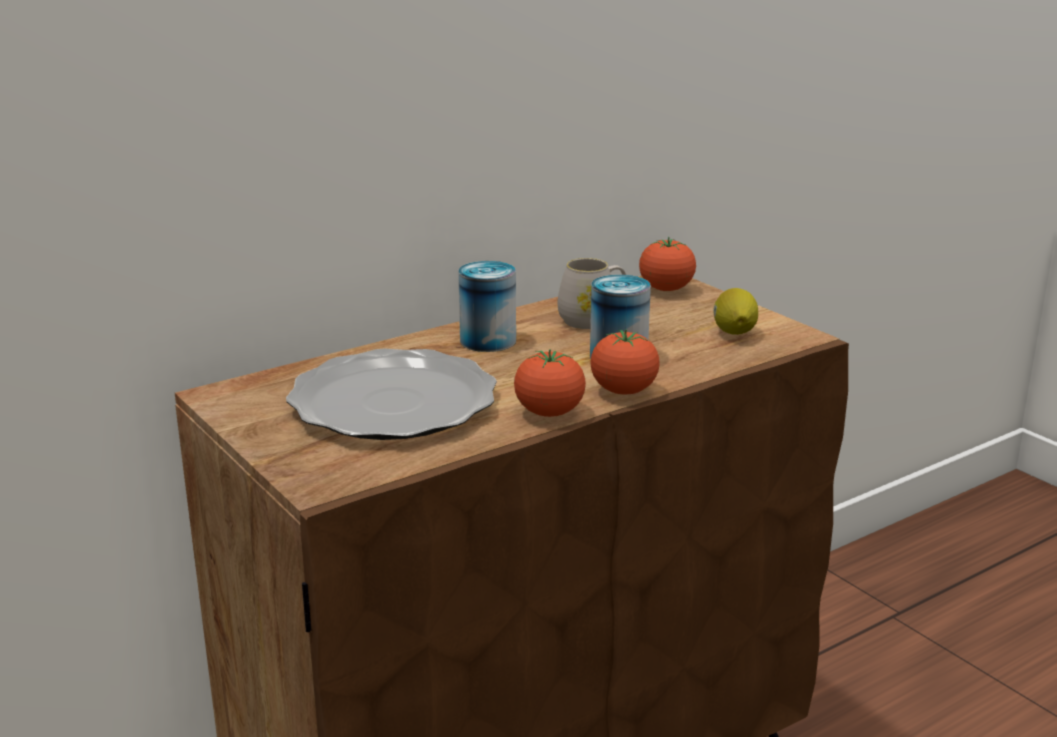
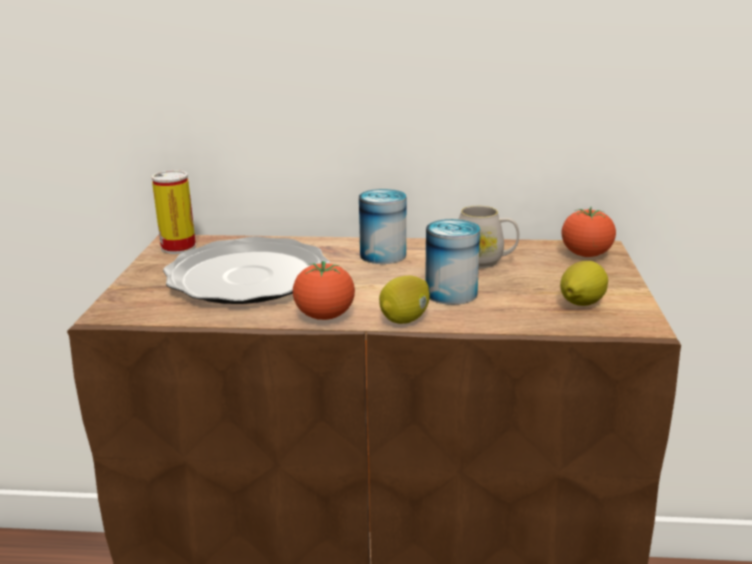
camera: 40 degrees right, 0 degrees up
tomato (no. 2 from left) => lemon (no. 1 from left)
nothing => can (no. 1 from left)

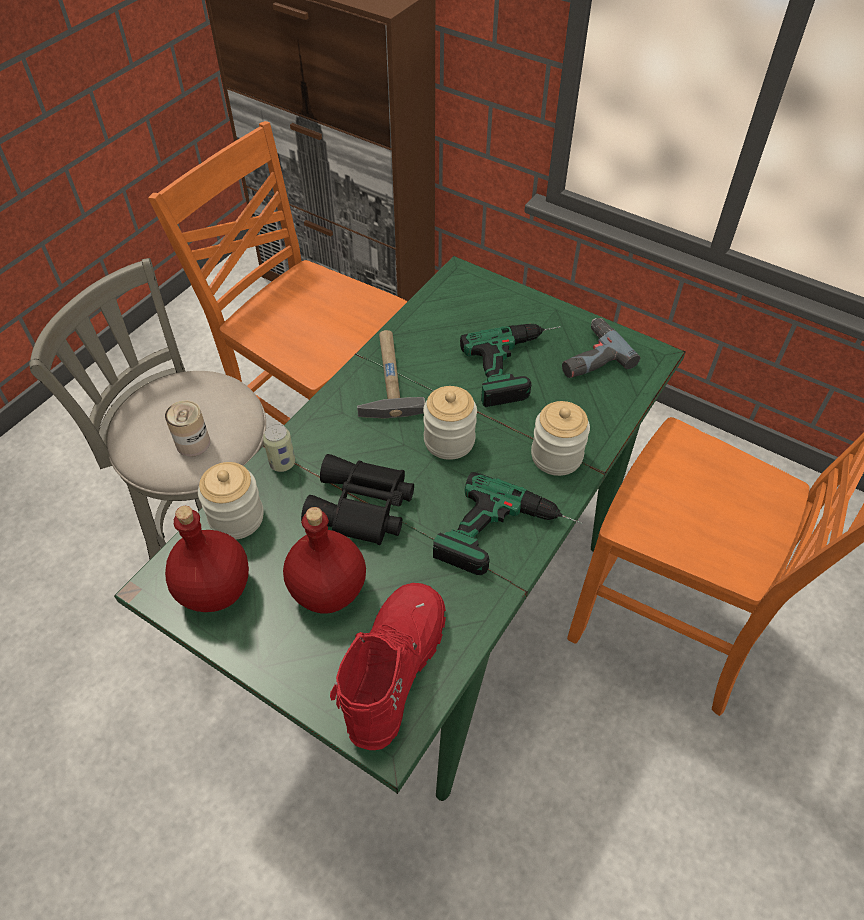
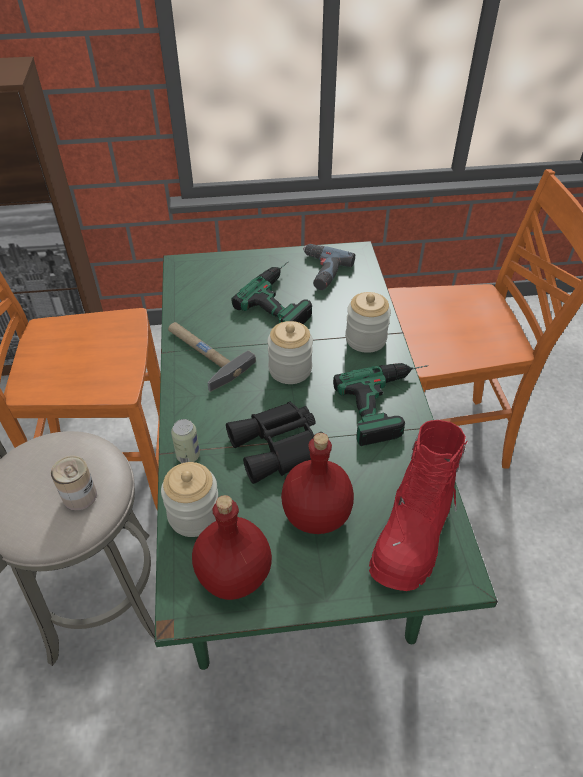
camera: 40 degrees left, 5 degrees down
red-coloured tall boot, 135 degrees counterclockwise

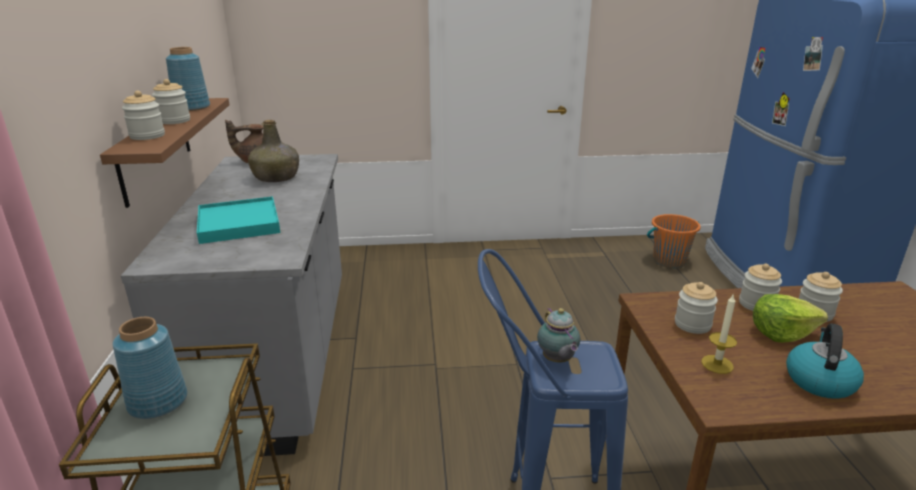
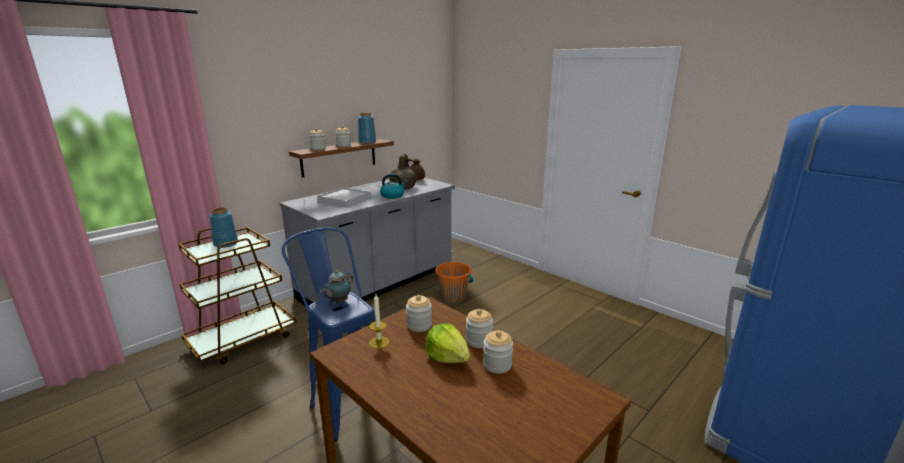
camera: 50 degrees right, 5 degrees down
blue-green carrying tray => white-coloured carrying tray
orange-coloured bucket, shifted
tea kettle, shifted

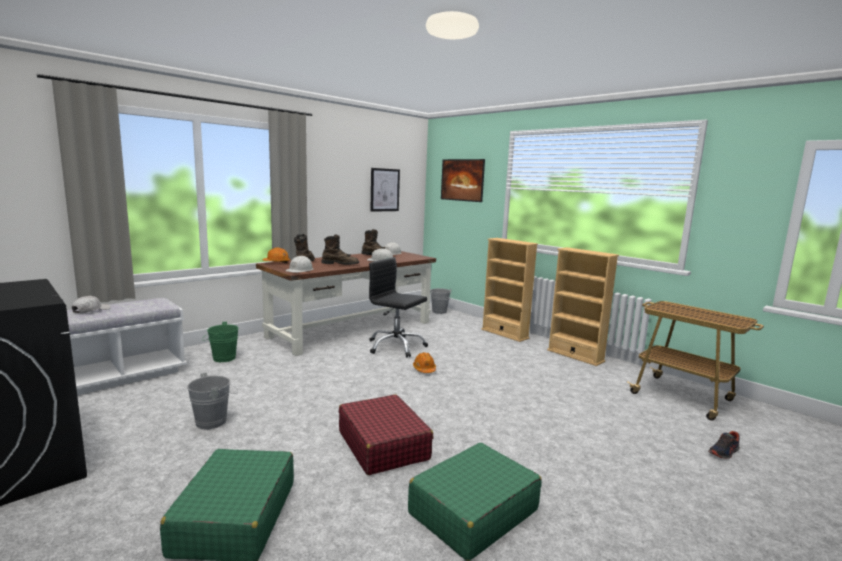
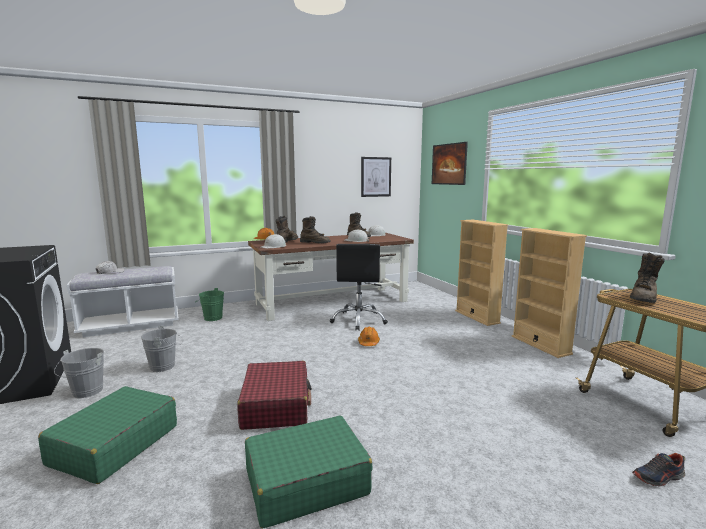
camera: 20 degrees right, 0 degrees up
blackish computer chair, 135 degrees counterclockwise
grey bucket (no. 2 from left in the first image) => grey bucket (no. 1 from left), shifted
nothing => brownish tall boot (no. 4 from left)

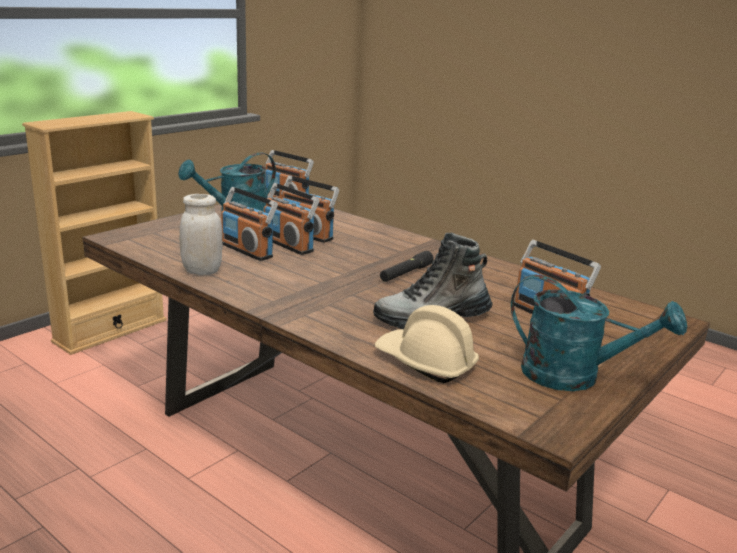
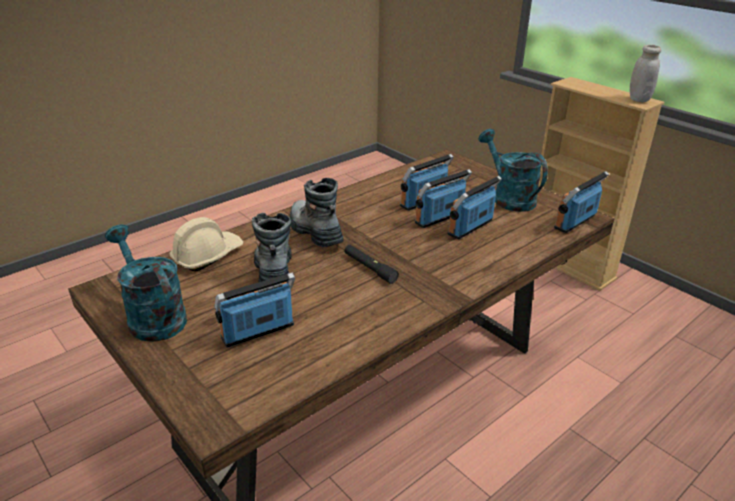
camera: 100 degrees right, 10 degrees up
white-coloured preserve jar, shifted
blue-green watering can (no. 2 from left in the first image) => blue-green watering can (no. 1 from left), 105 degrees clockwise
nothing => tall boot (no. 2 from left)

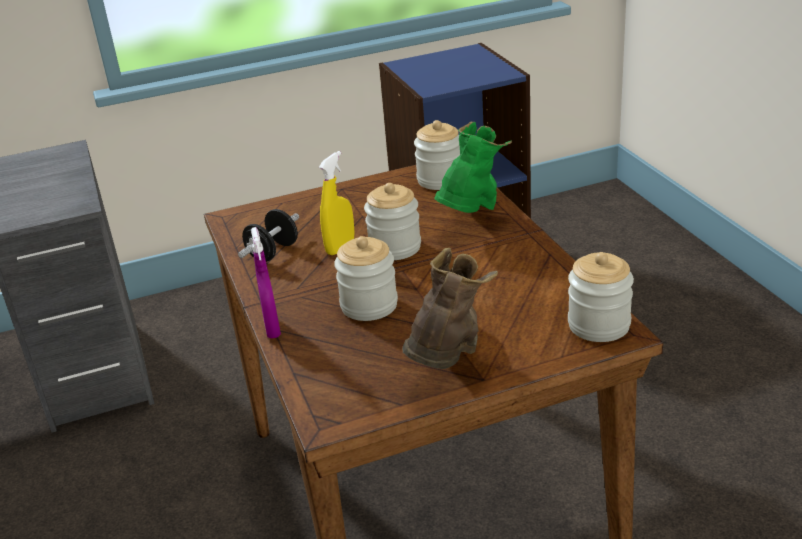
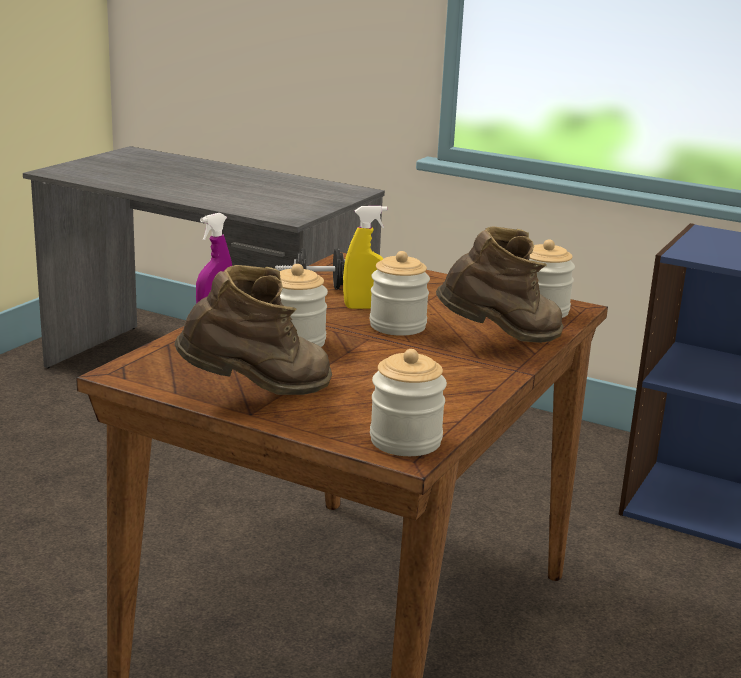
camera: 45 degrees right, 10 degrees down
green-coloured tall boot => brownish tall boot (no. 2 from left)

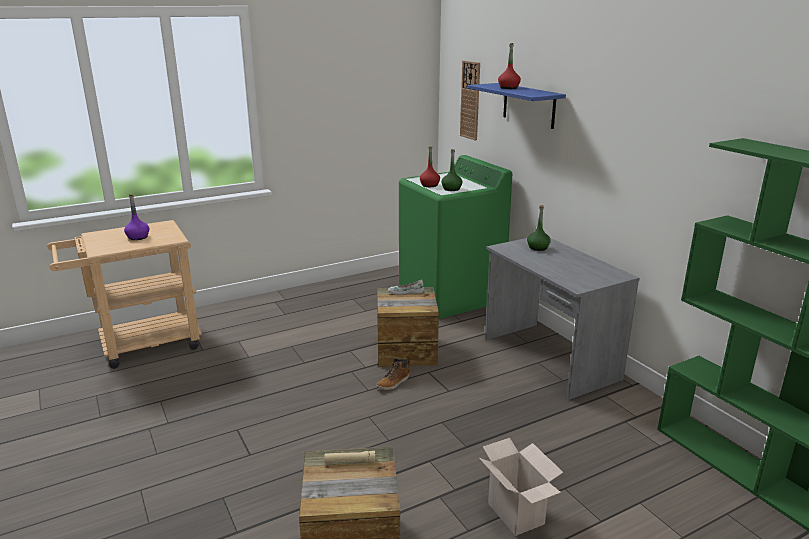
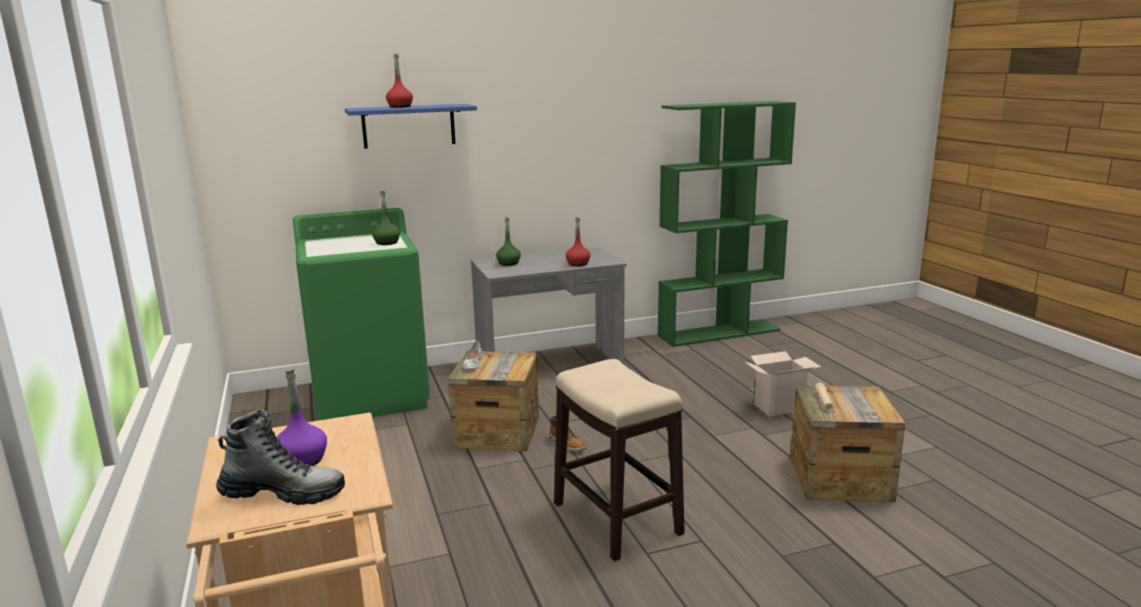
camera: 80 degrees left, 5 degrees down
clock on the wall => nothing
red-coloured bottle (no. 1 from left in the first image) => red-coloured bottle (no. 2 from left), shifted
nothing => stool seat
nothing => tall boot (no. 1 from left)

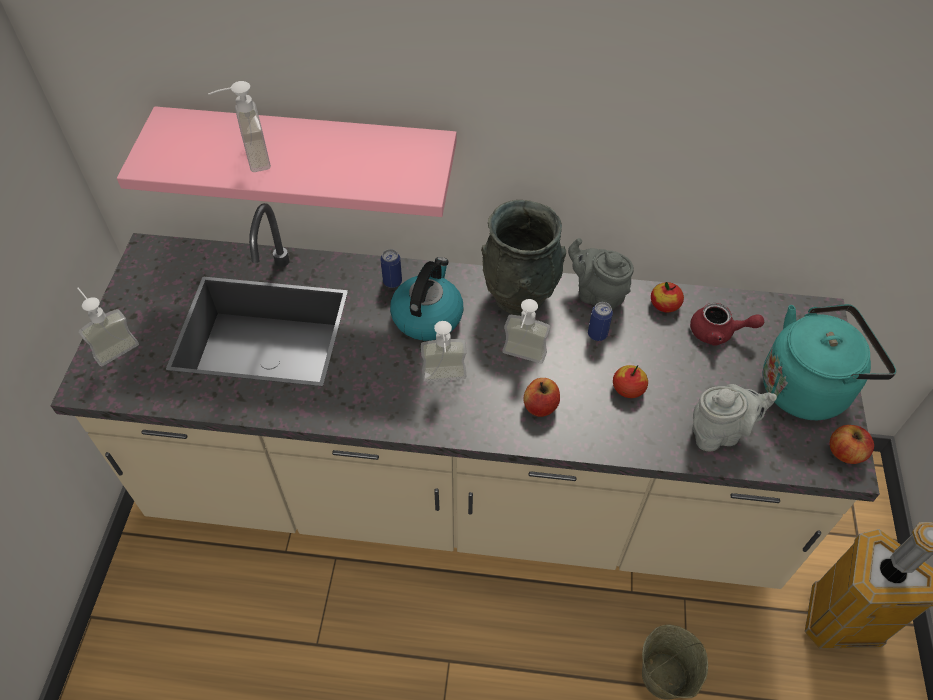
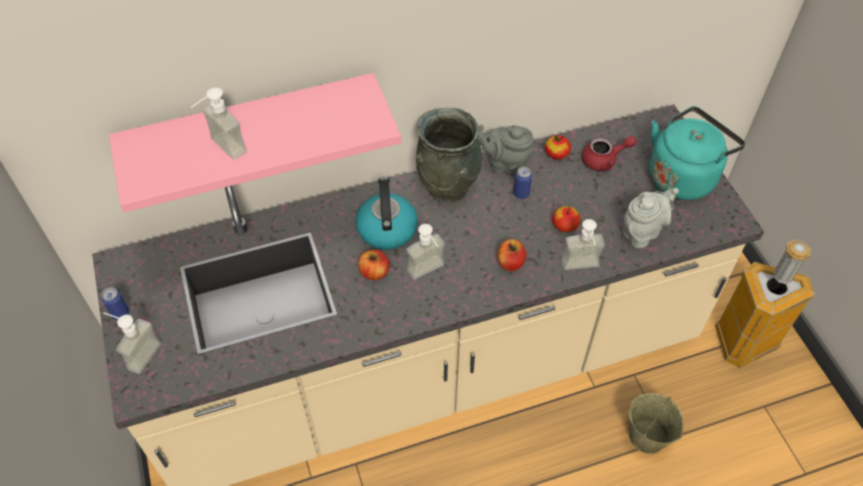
camera: 25 degrees left, 0 degrees up
can (no. 1 from left), shifted
liquid soap bottle (no. 4 from left), shifted
apple (no. 4 from left in the first image) => apple (no. 1 from left), shifted

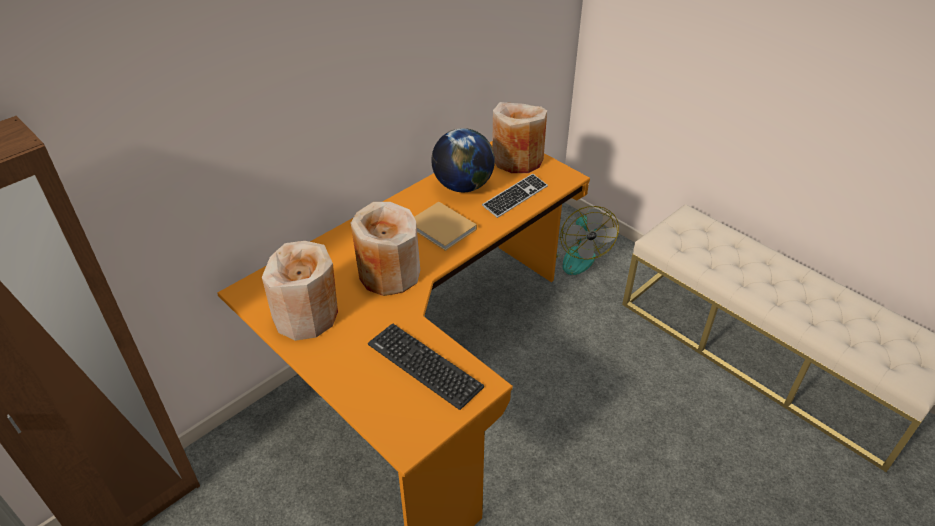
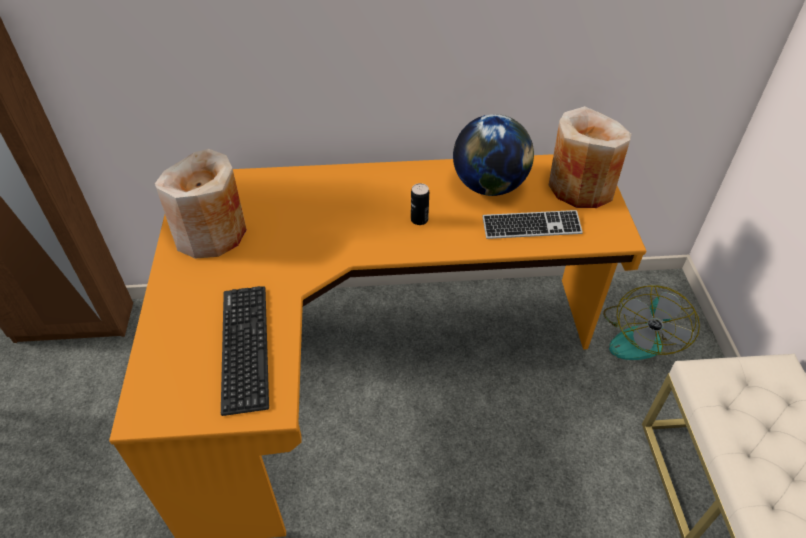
camera: 40 degrees right, 5 degrees up
beige flower vase (no. 2 from left) => nothing
beige volume => can

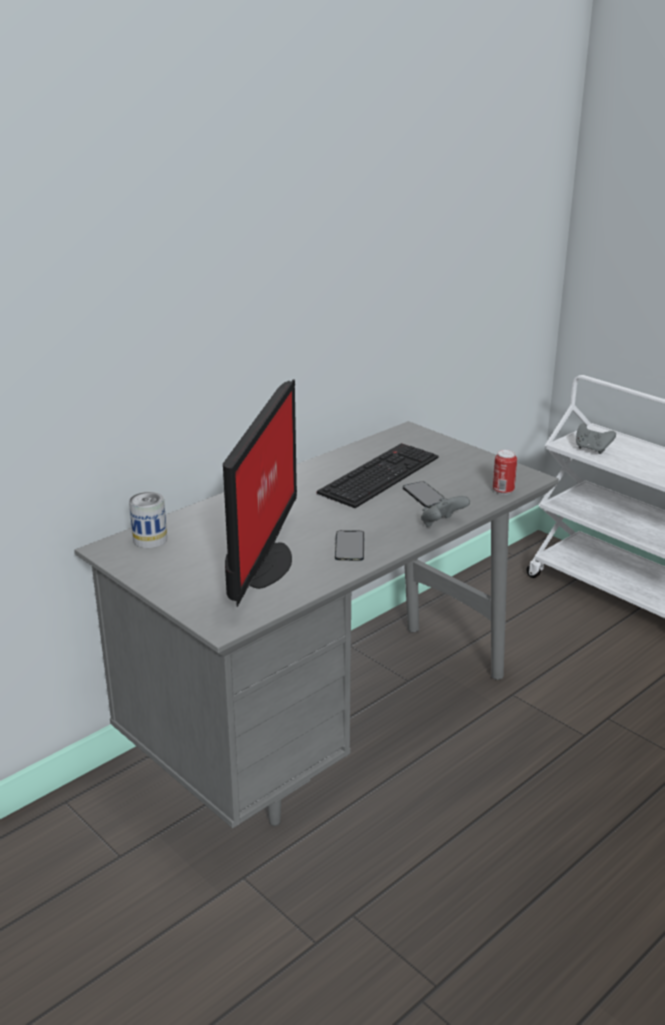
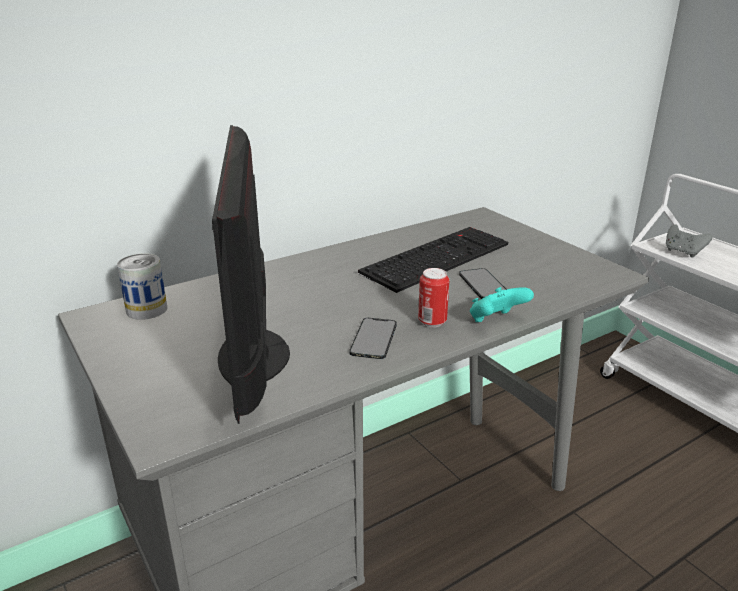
camera: 10 degrees right, 0 degrees up
computer screen, 150 degrees clockwise
can (no. 2 from left), shifted
grey gamepad (no. 1 from left) => blue-green gamepad

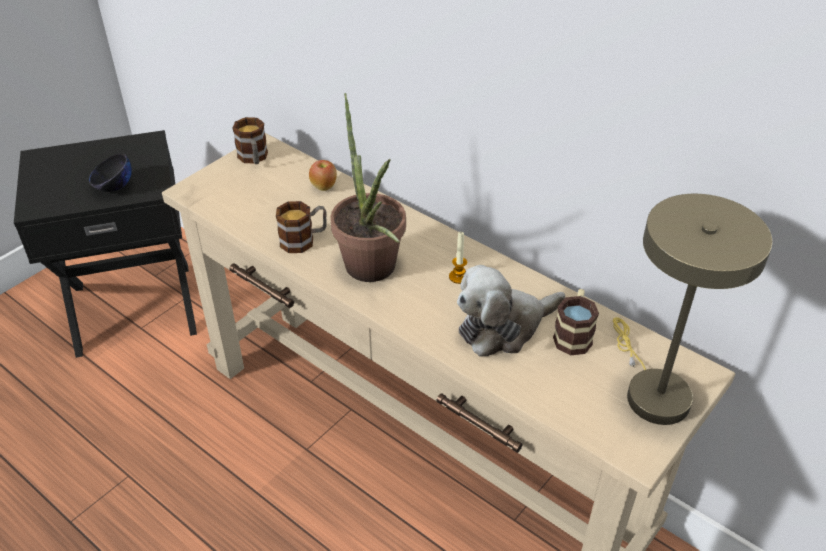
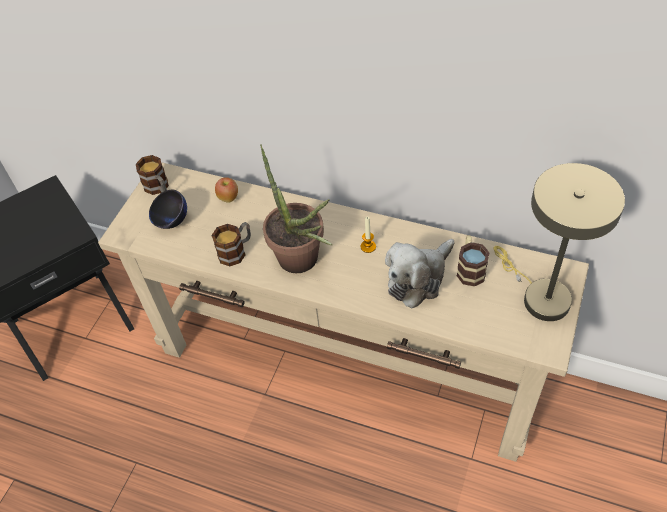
camera: 15 degrees left, 10 degrees up
blackish deep dish, shifted

